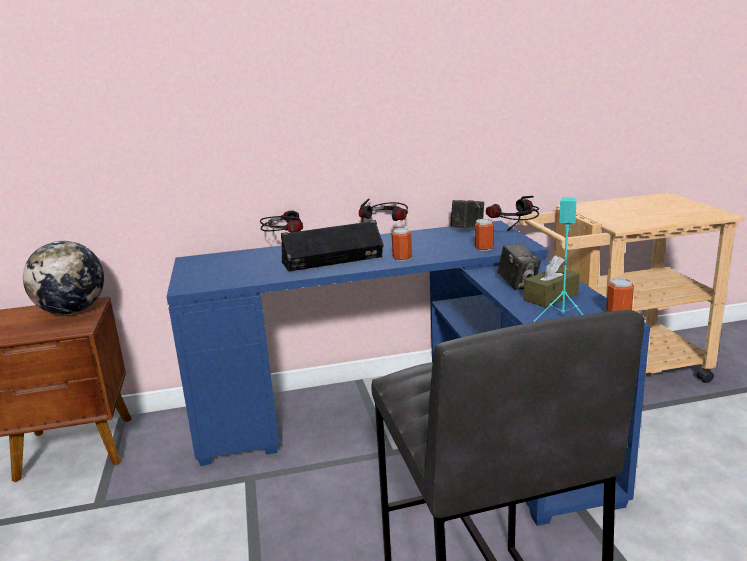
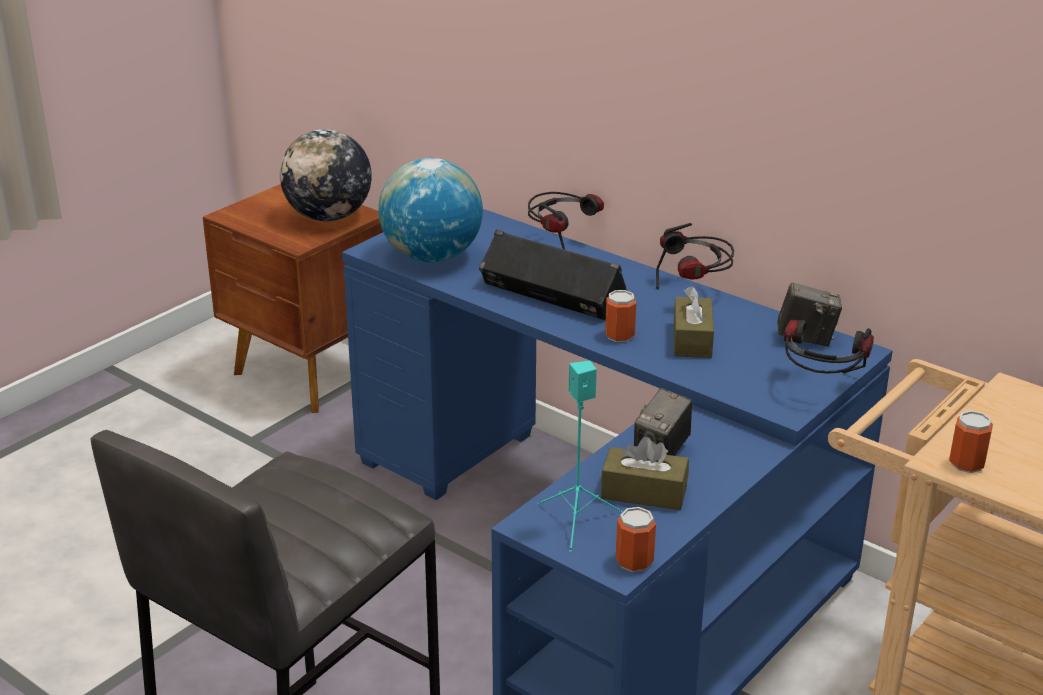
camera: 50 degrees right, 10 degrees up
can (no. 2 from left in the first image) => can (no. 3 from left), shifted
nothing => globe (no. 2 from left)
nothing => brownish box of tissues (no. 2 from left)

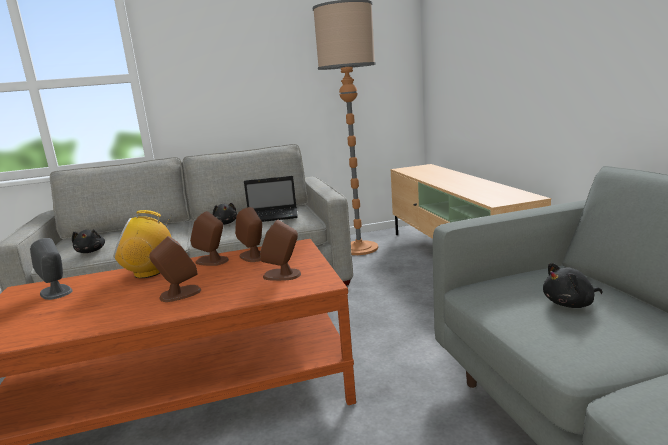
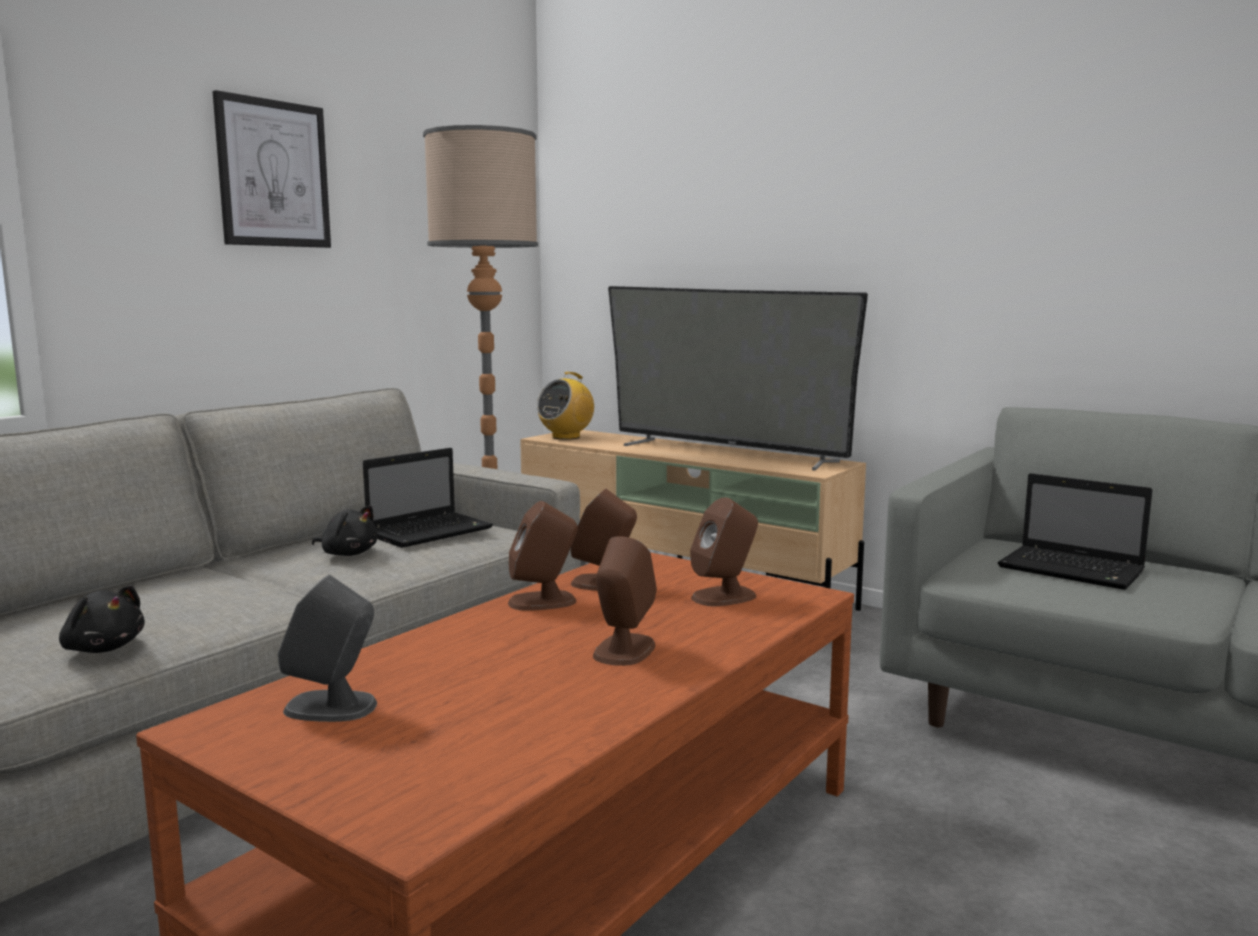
camera: 40 degrees left, 5 degrees down
radio set, shifted
blackish cuddly toy (no. 3 from left) => portable computer (no. 2 from left)
nothing => picture
nothing => television

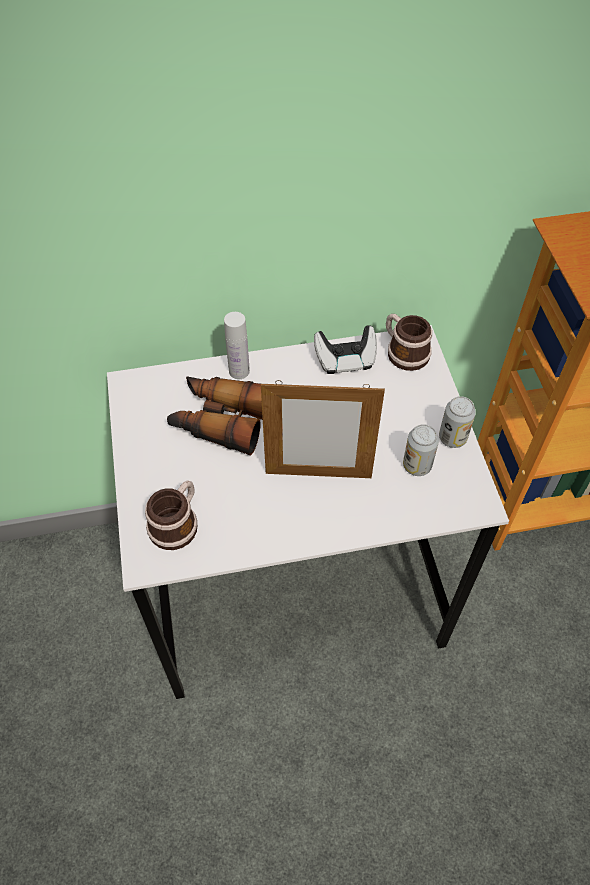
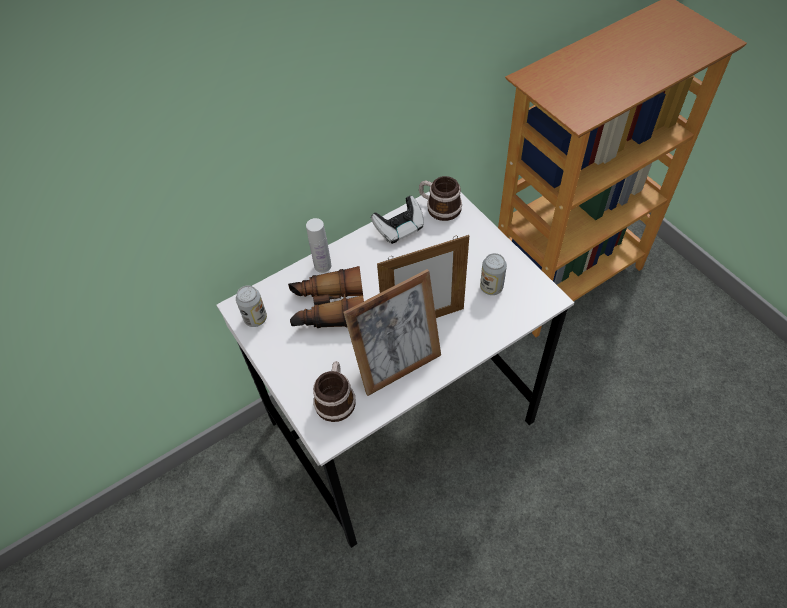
camera: 20 degrees left, 0 degrees up
can (no. 2 from left in the first image) => can (no. 1 from left), shifted
nothing => standing frame (no. 1 from left)

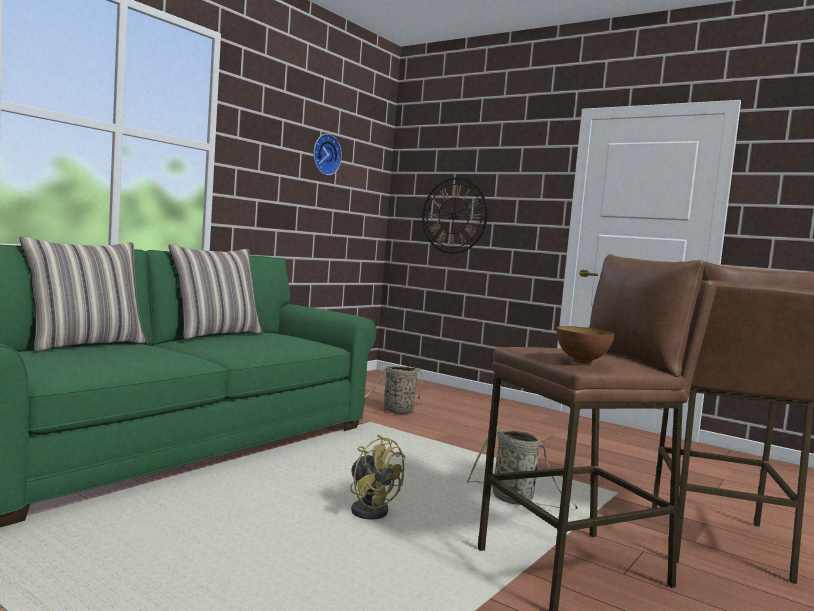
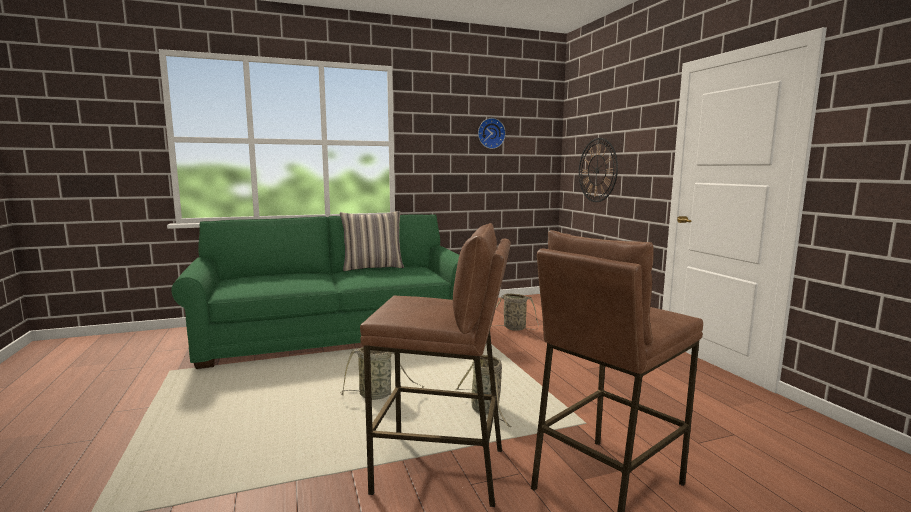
camera: 35 degrees right, 5 degrees up
cushion (no. 1 from left) => nothing
deep dish => nothing
yellow-coloured fan => household basket (no. 1 from left)

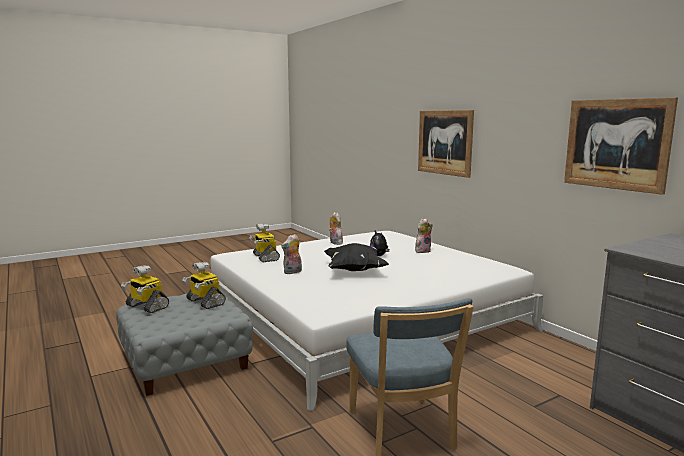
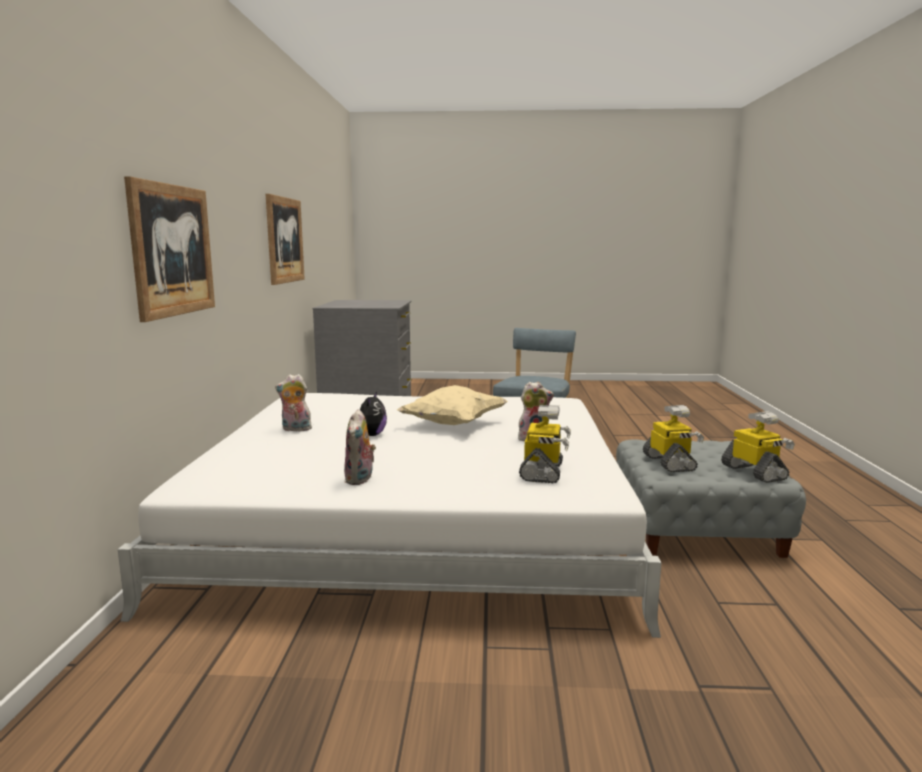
camera: 145 degrees left, 0 degrees up
blackish cushion => beige cushion

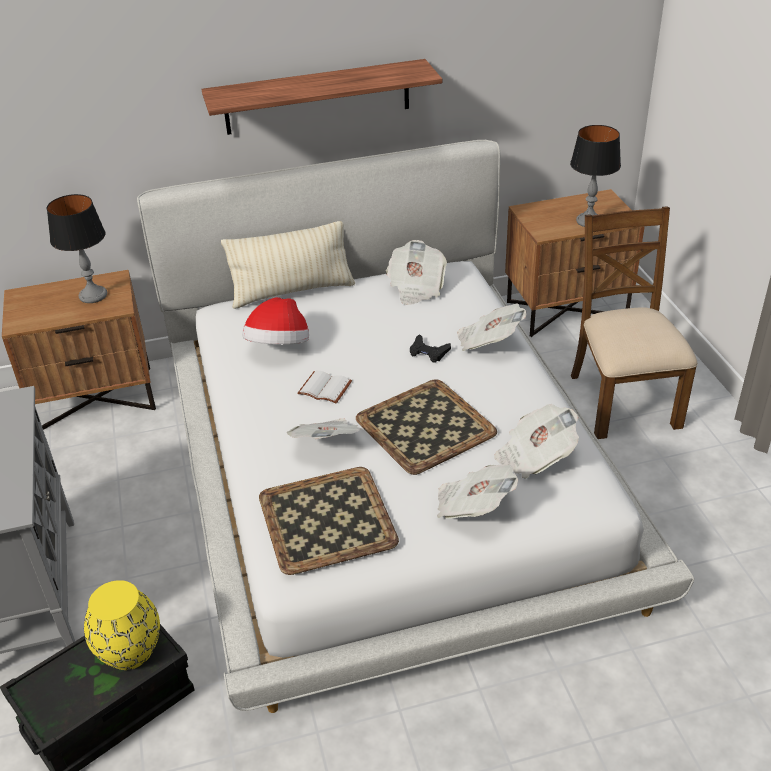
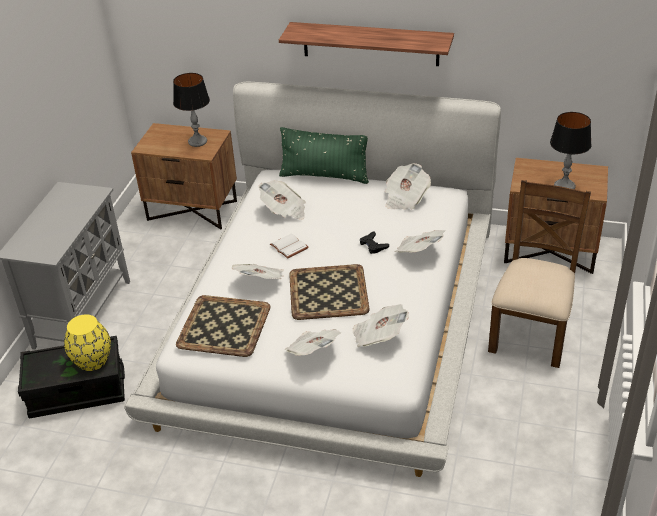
camera: 30 degrees right, 0 degrees up
beige cushion => green-coloured cushion
clothing hat => newspaper (no. 2 from left)

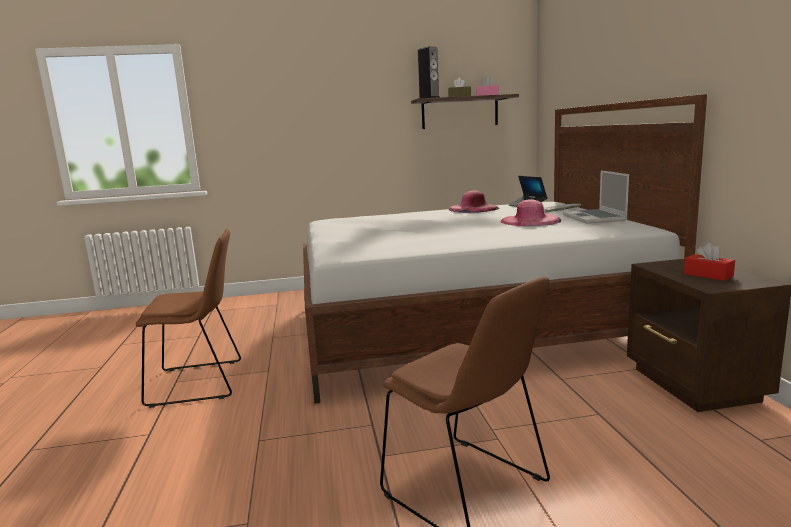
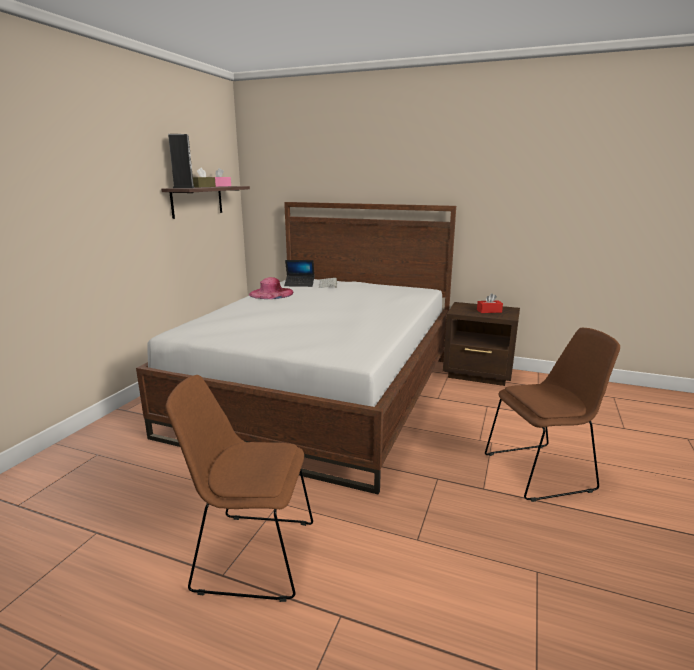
camera: 60 degrees left, 5 degrees up
portable computer (no. 2 from left) => nothing
pink-coloured clothing hat (no. 2 from left) => nothing
brownish plain chair (no. 1 from left), 105 degrees counterclockwise

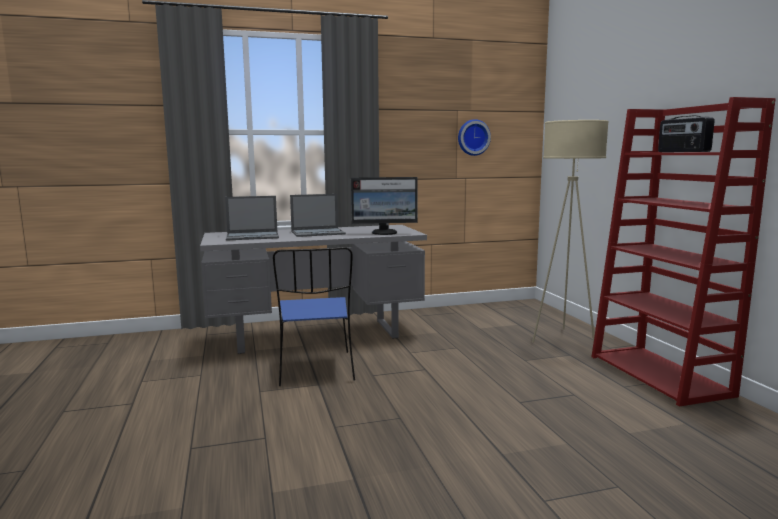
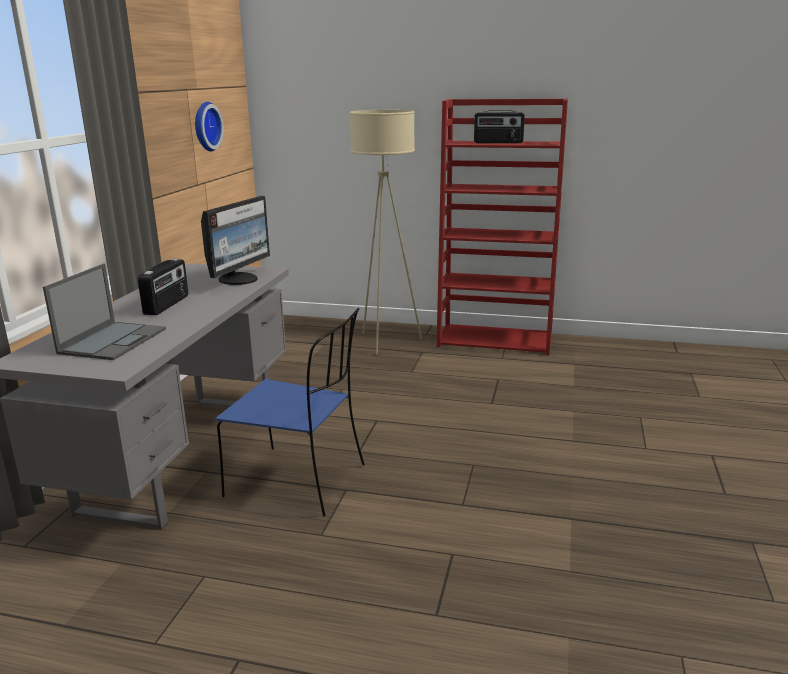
camera: 60 degrees left, 10 degrees up
portable computer (no. 2 from left) => radio set (no. 1 from left)

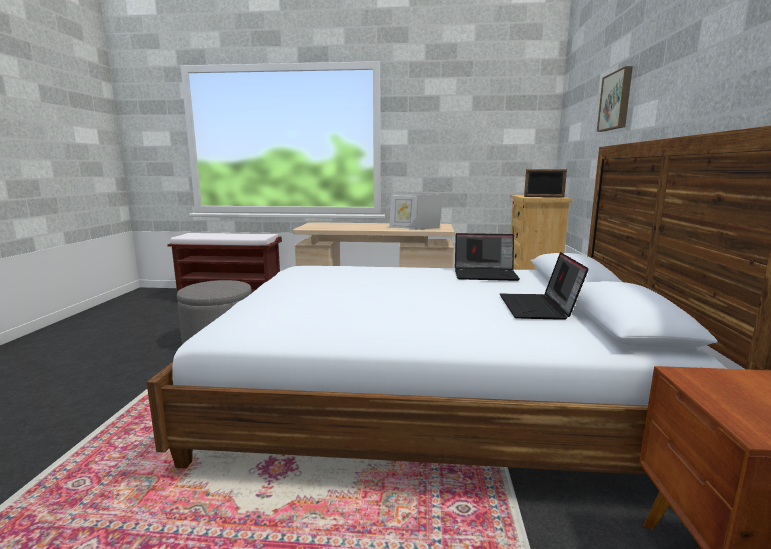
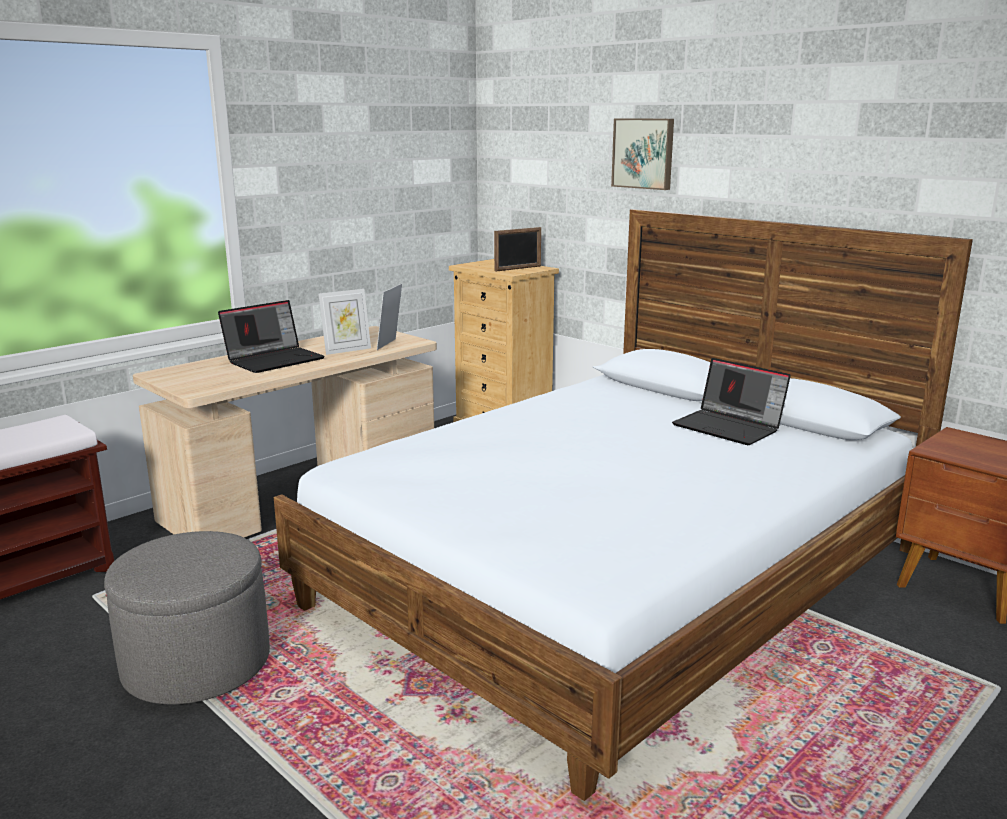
camera: 50 degrees left, 5 degrees up
portable computer (no. 1 from left), shifted

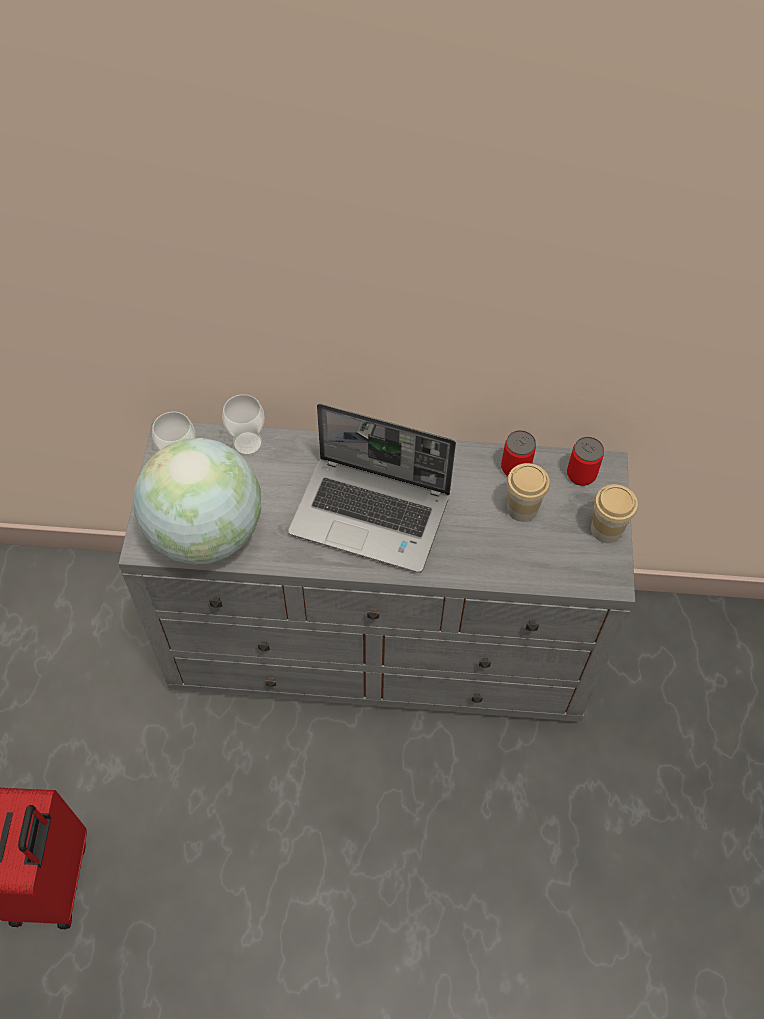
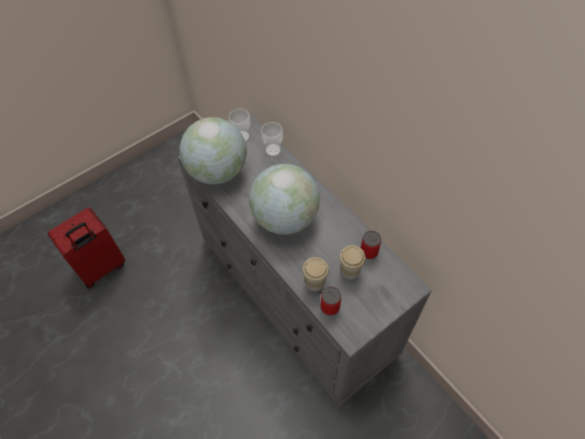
camera: 50 degrees right, 0 degrees up
portable computer => globe (no. 2 from left)
can (no. 2 from left in the first image) => can (no. 1 from left), shifted
small cup (no. 4 from left in the first image) => small cup (no. 3 from left), shifted

